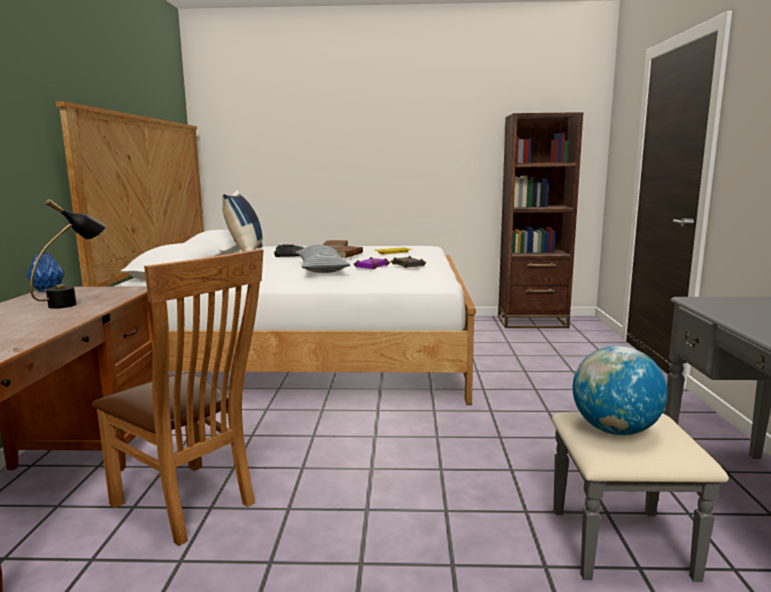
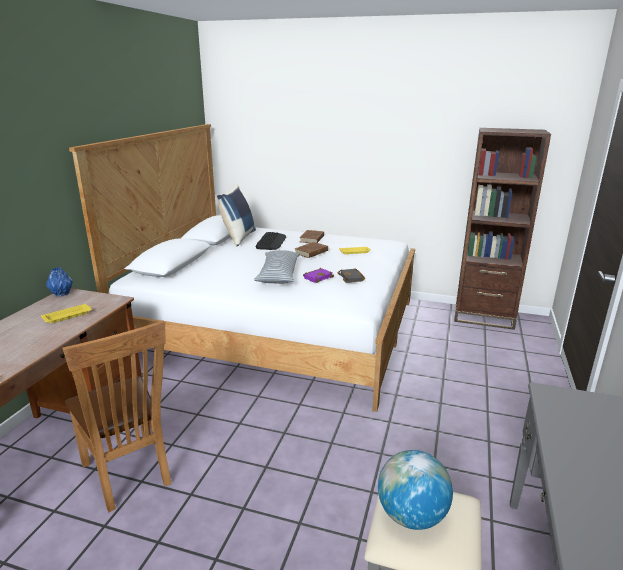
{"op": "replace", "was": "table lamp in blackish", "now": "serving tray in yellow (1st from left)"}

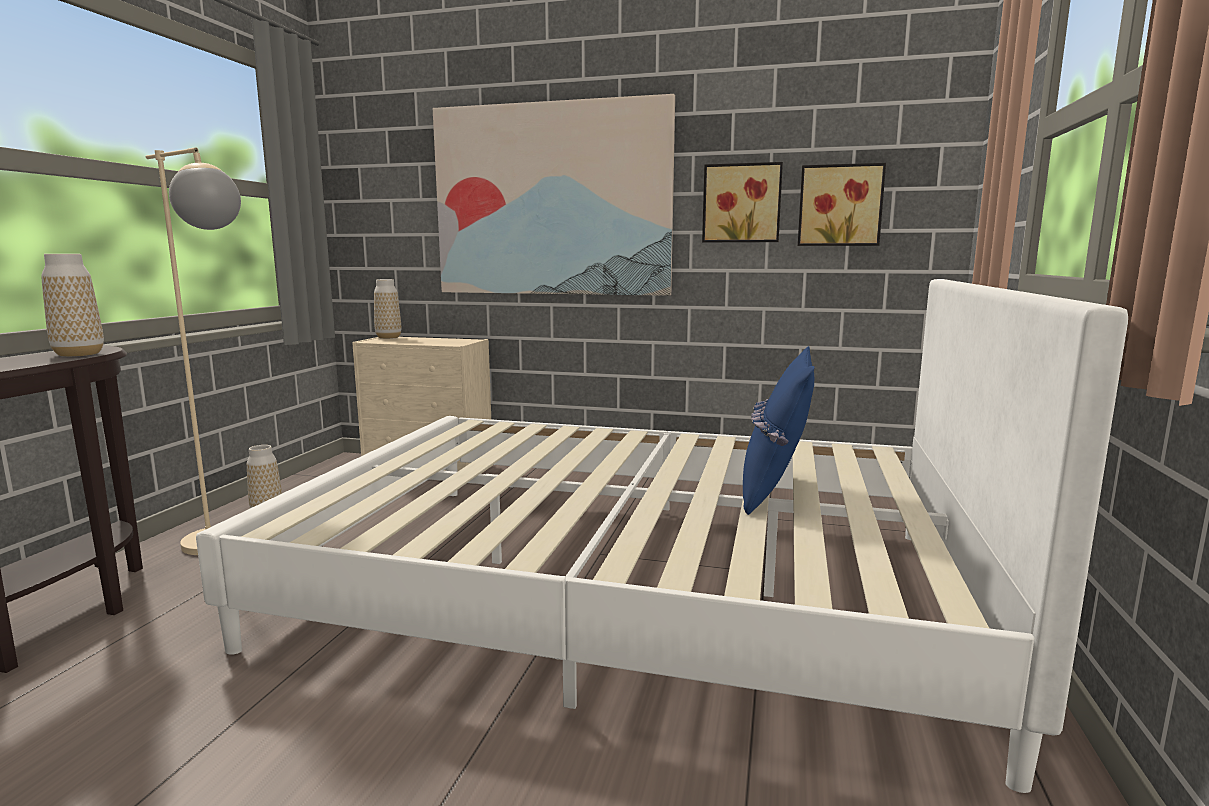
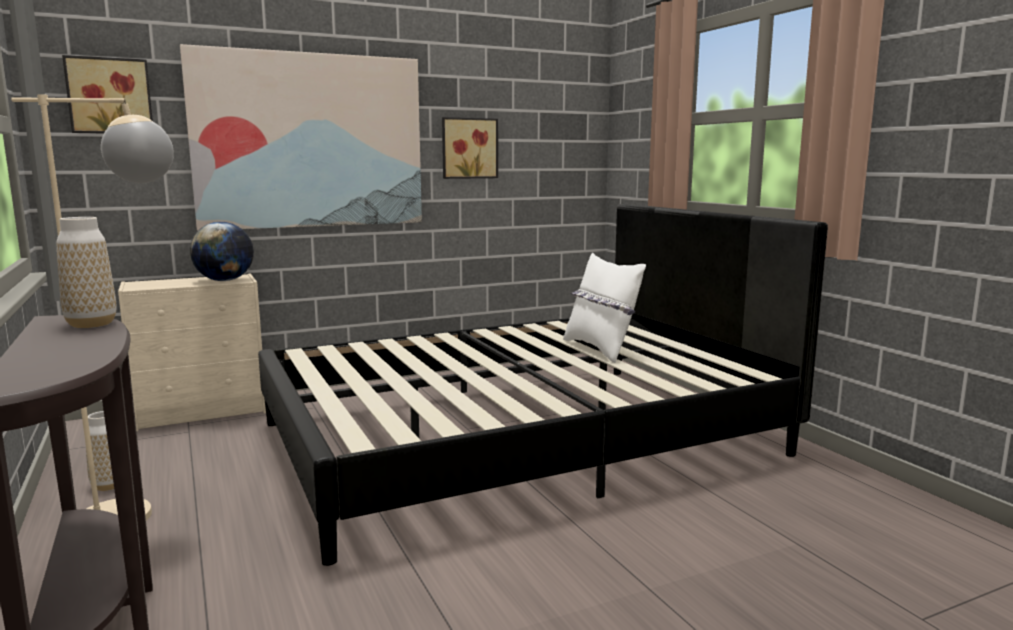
{"op": "move", "was": "wall picture (3rd from left in the first image)", "now": "wall picture (1st from left)"}
{"op": "insert", "now": "world globe"}
{"op": "recolor", "was": "bed in whitish", "now": "bed in blackish"}
{"op": "recolor", "was": "pillow in bluish", "now": "pillow in whitish"}
{"op": "delete", "was": "flower vase (3rd from left)"}

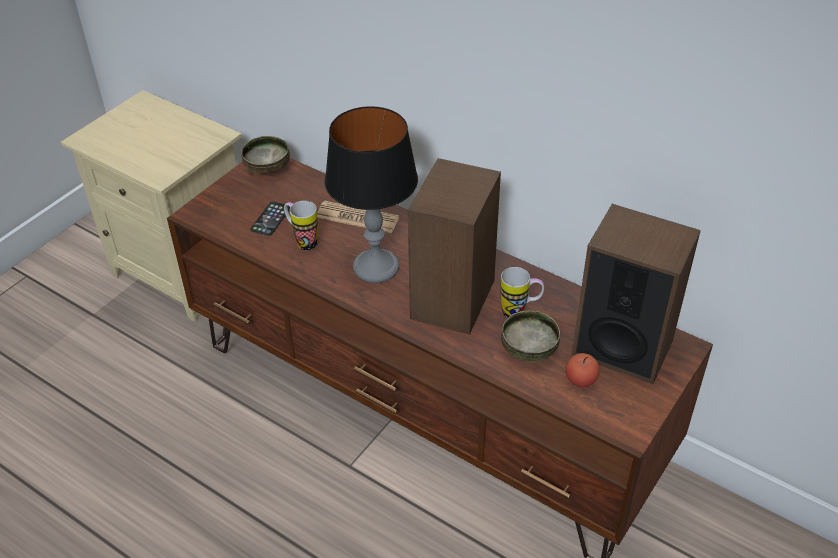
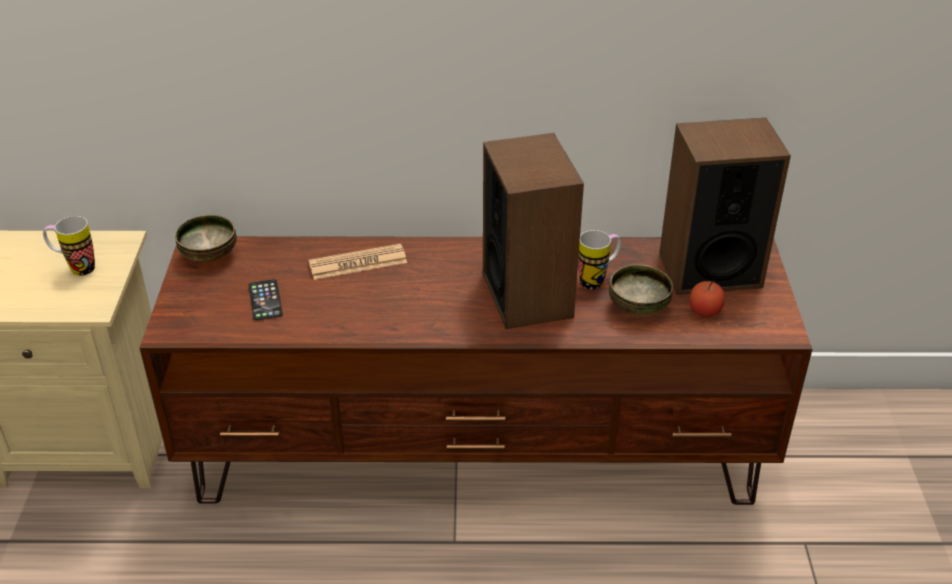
{"op": "move", "was": "mug (1st from left)"}
{"op": "delete", "was": "table lamp"}

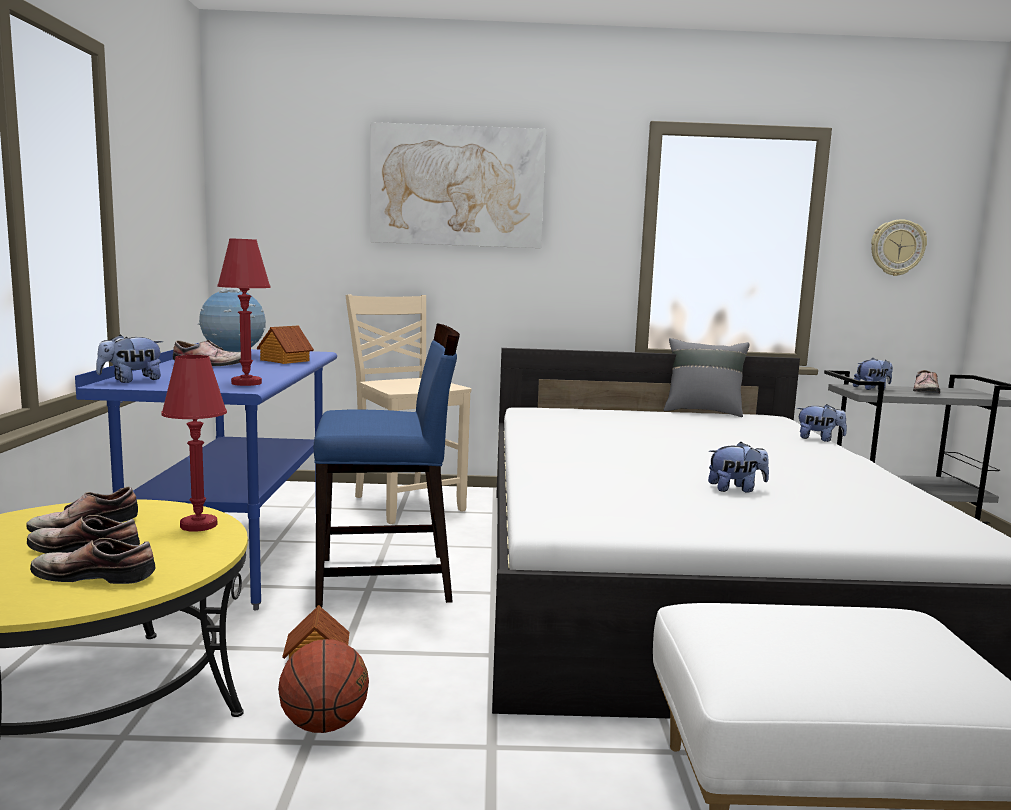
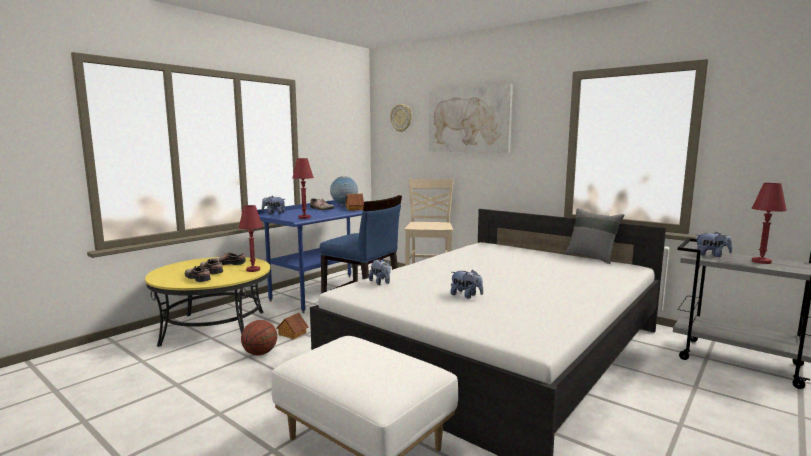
{"op": "move", "was": "cuddly toy (3rd from left in the first image)", "now": "cuddly toy (2nd from left)"}
{"op": "move", "was": "wall clock"}
{"op": "replace", "was": "item of footwear (5th from left)", "now": "table lamp in red-coloured (3rd from left)"}

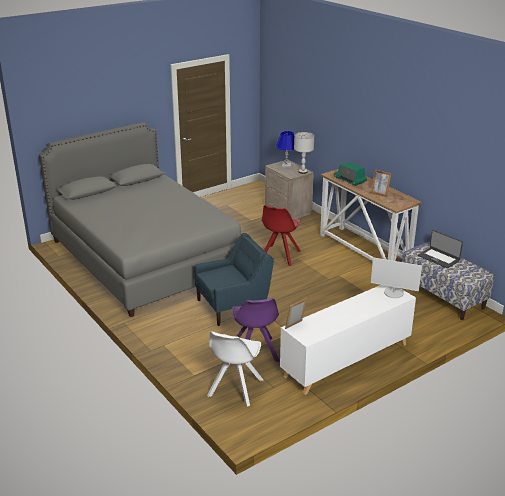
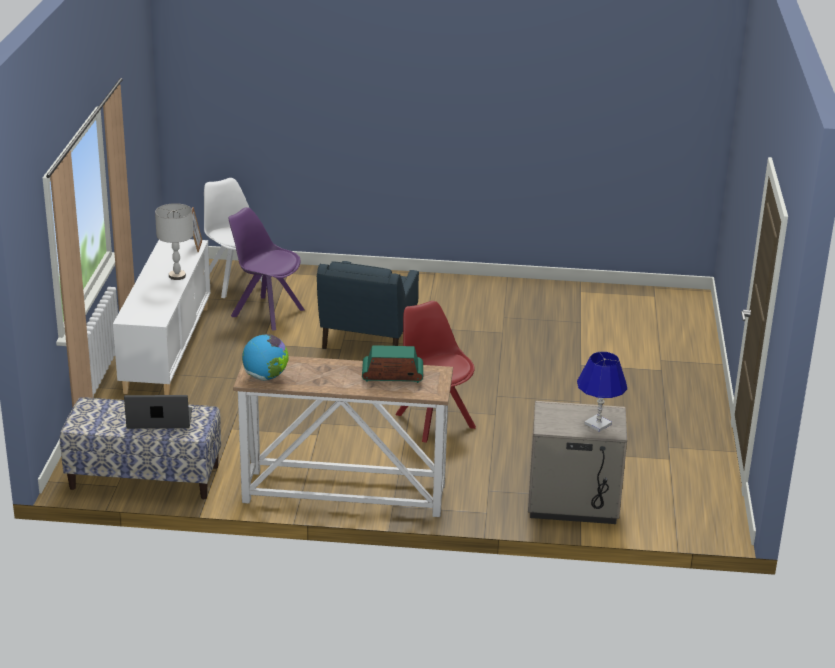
{"op": "move", "was": "table lamp in greyish"}
{"op": "insert", "now": "world globe"}
{"op": "delete", "was": "bed in greyish"}
{"op": "delete", "was": "photo frame (2nd from left)"}
{"op": "delete", "was": "monitor"}

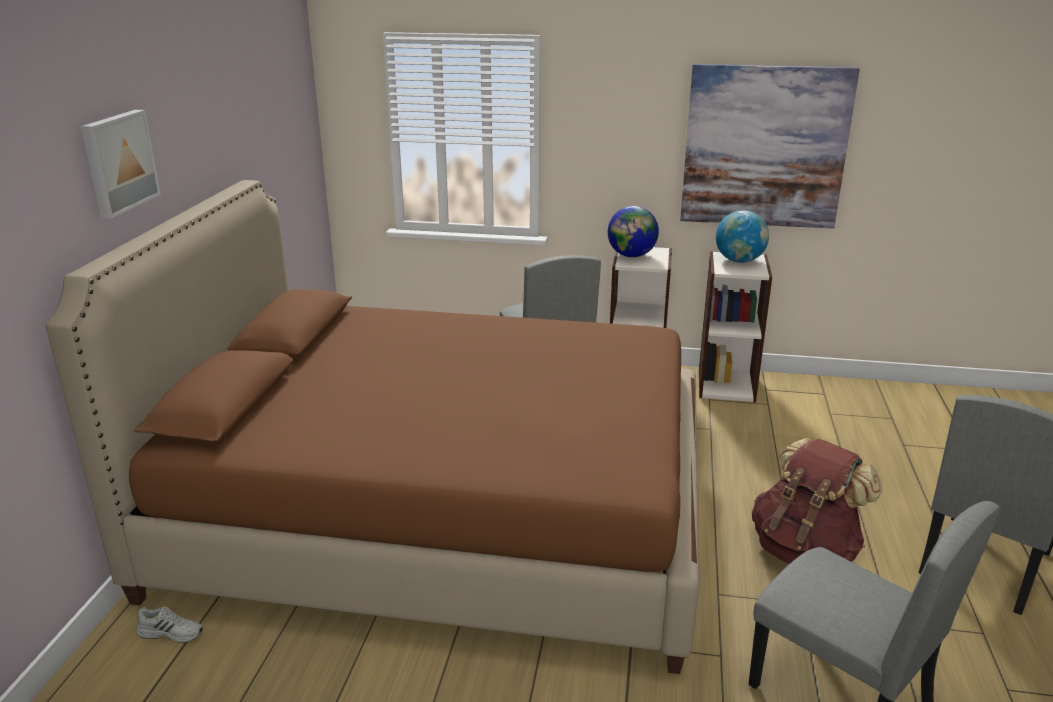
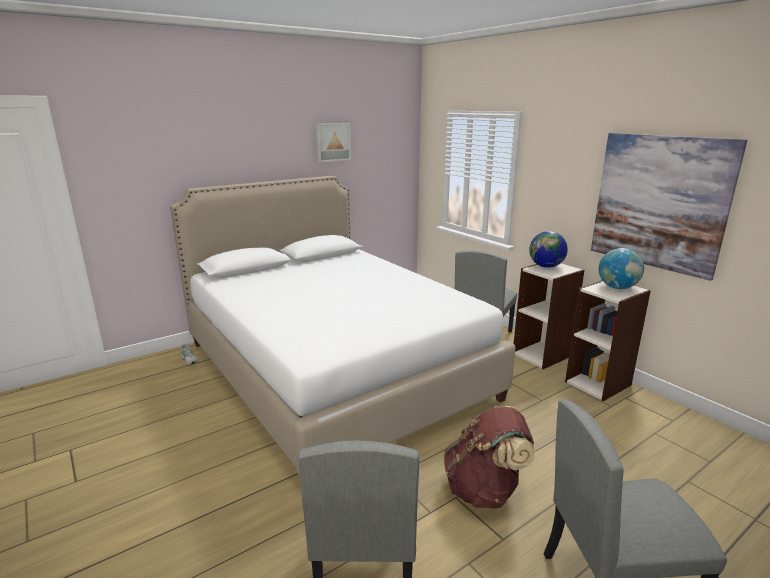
{"op": "recolor", "was": "bed in brown", "now": "bed in whitish"}
{"op": "move", "was": "wall picture (1st from left)"}

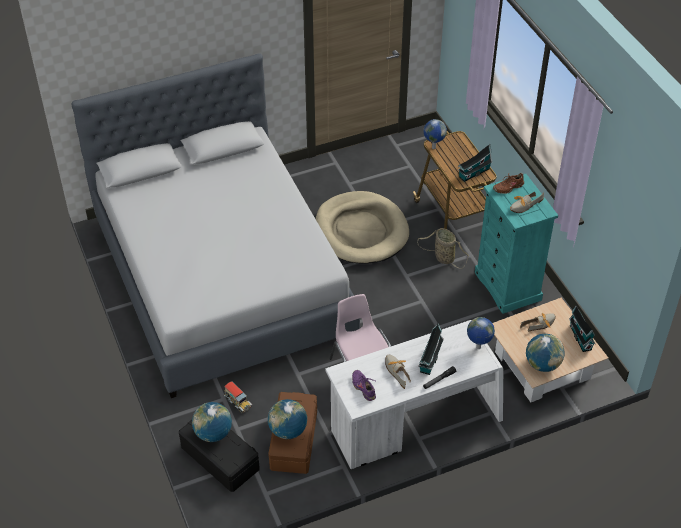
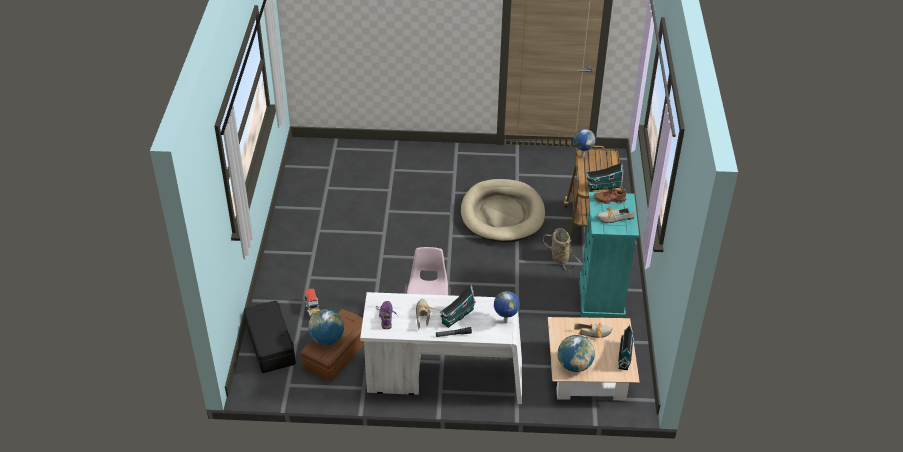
{"op": "delete", "was": "bed in greyish"}
{"op": "delete", "was": "world globe (1st from left)"}

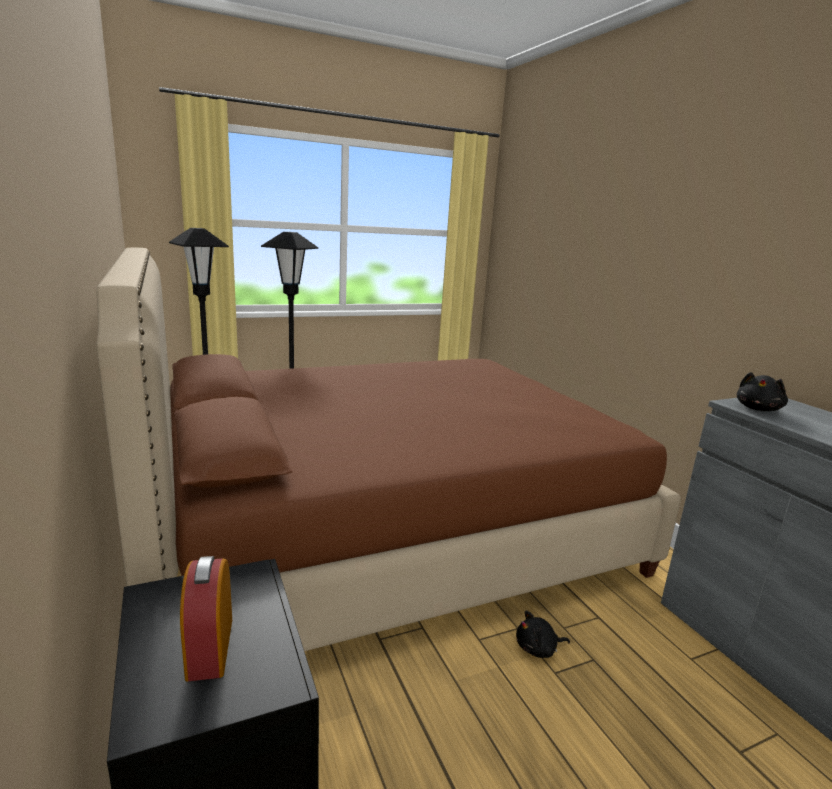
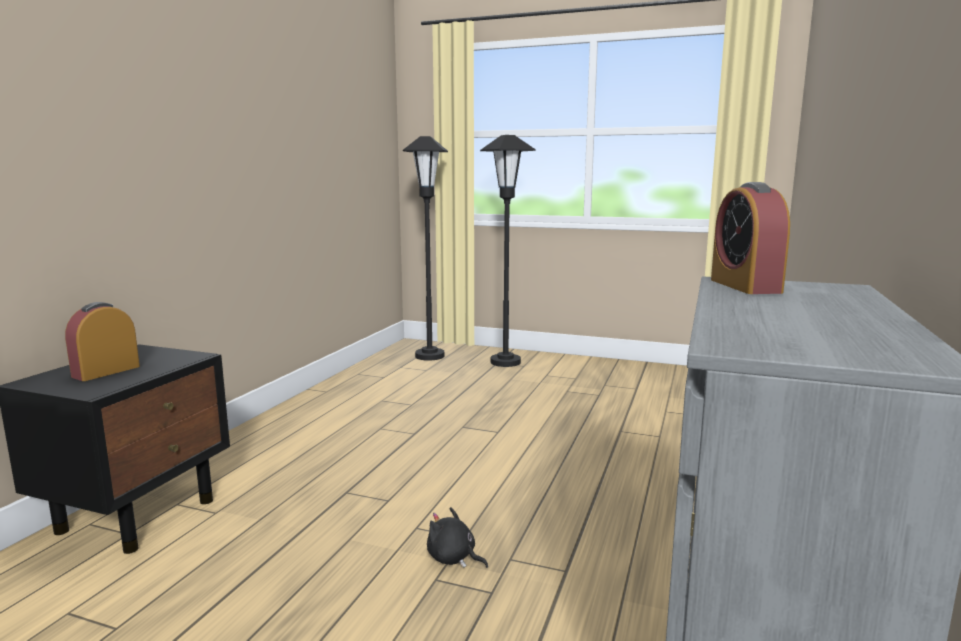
{"op": "replace", "was": "cuddly toy in blackish (2nd from left)", "now": "alarm clock (2nd from left)"}
{"op": "delete", "was": "bed in brown"}

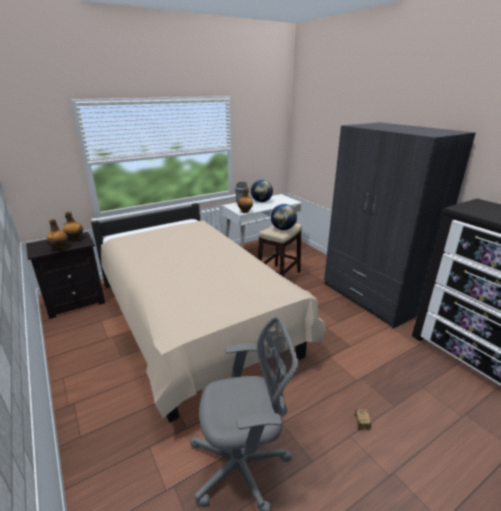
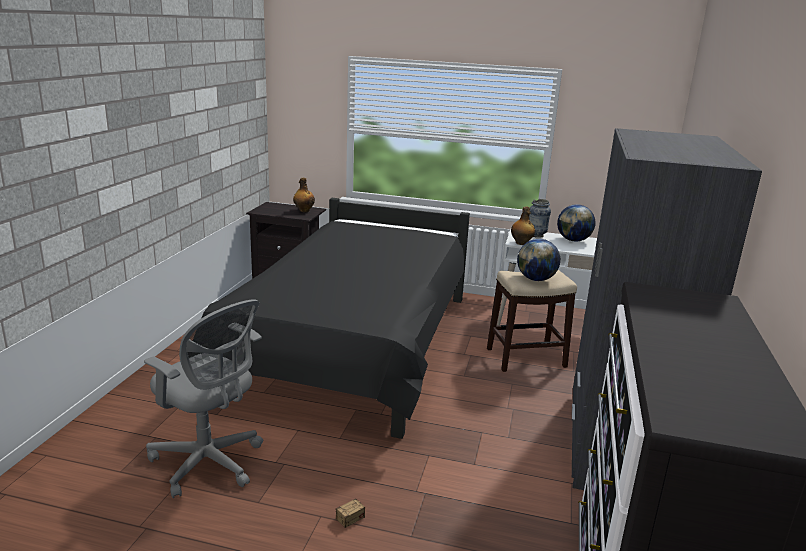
{"op": "recolor", "was": "bed in beige", "now": "bed in blackish"}
{"op": "delete", "was": "beverage bottle (1st from left)"}

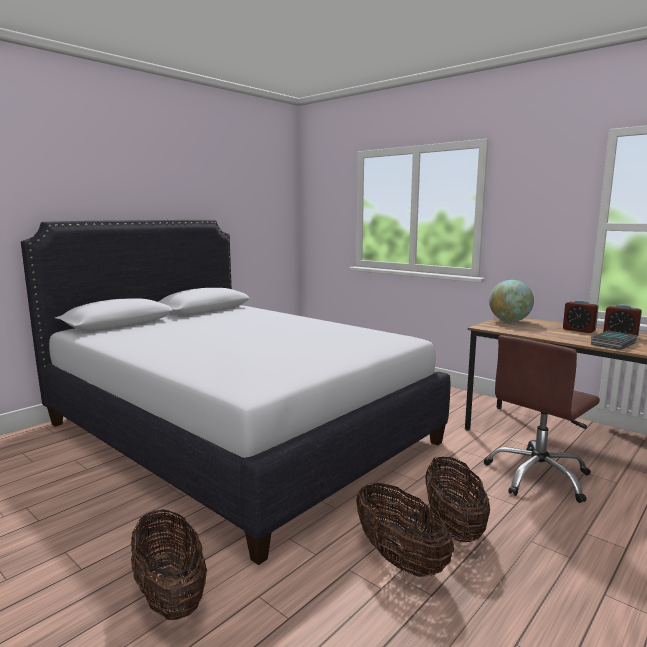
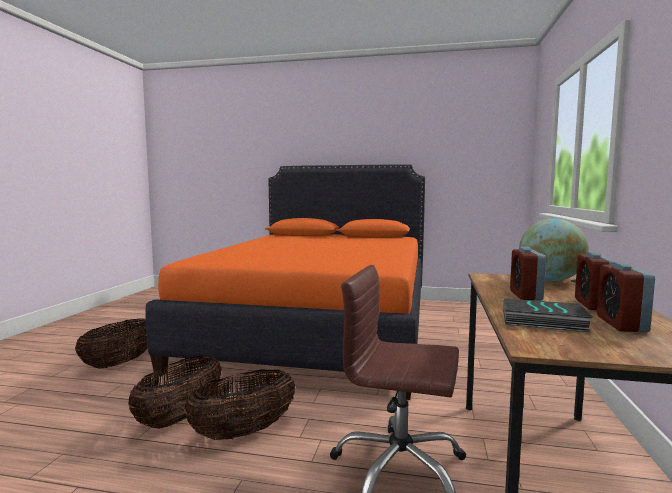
{"op": "recolor", "was": "bed in whitish", "now": "bed in orangey"}
{"op": "insert", "now": "alarm clock (1st from left)"}

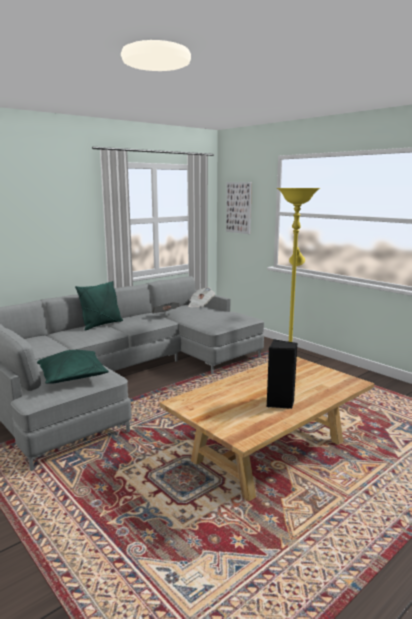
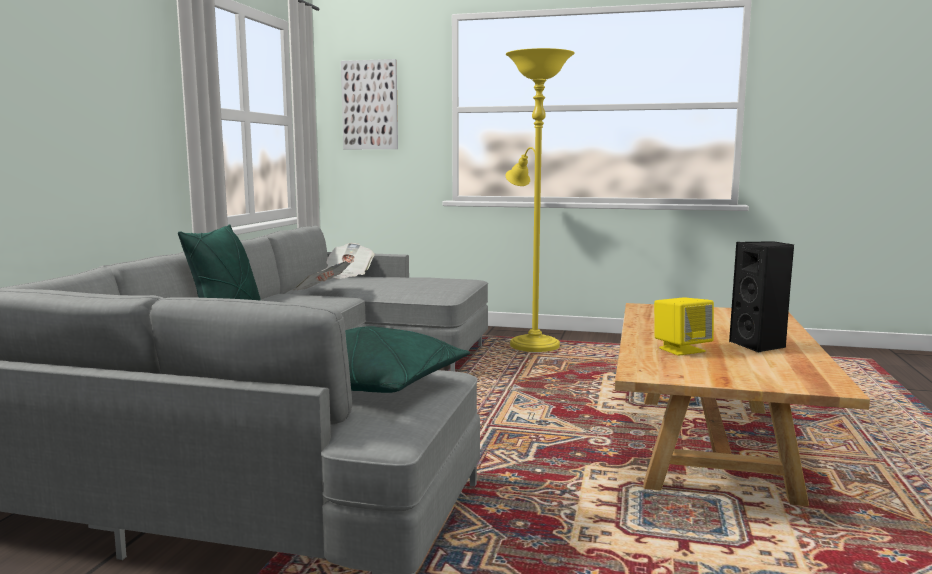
{"op": "insert", "now": "audio speaker in yellow"}

